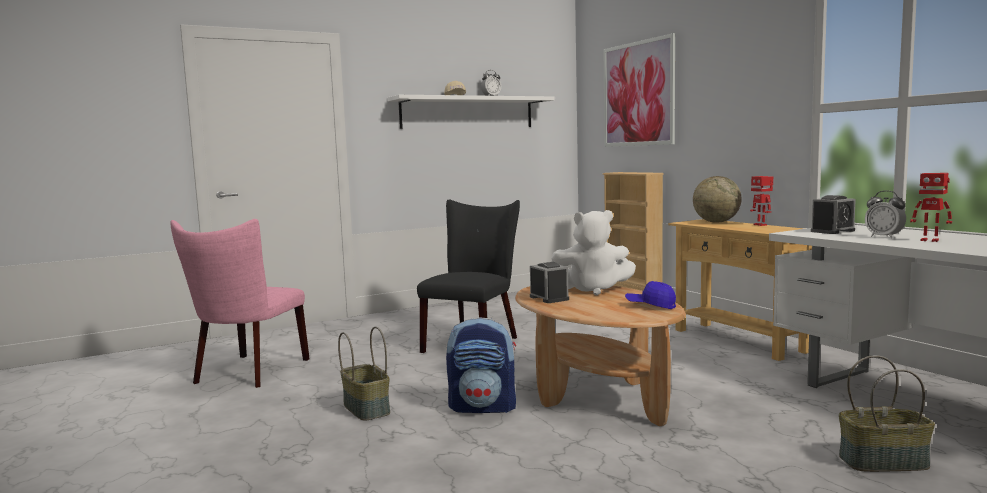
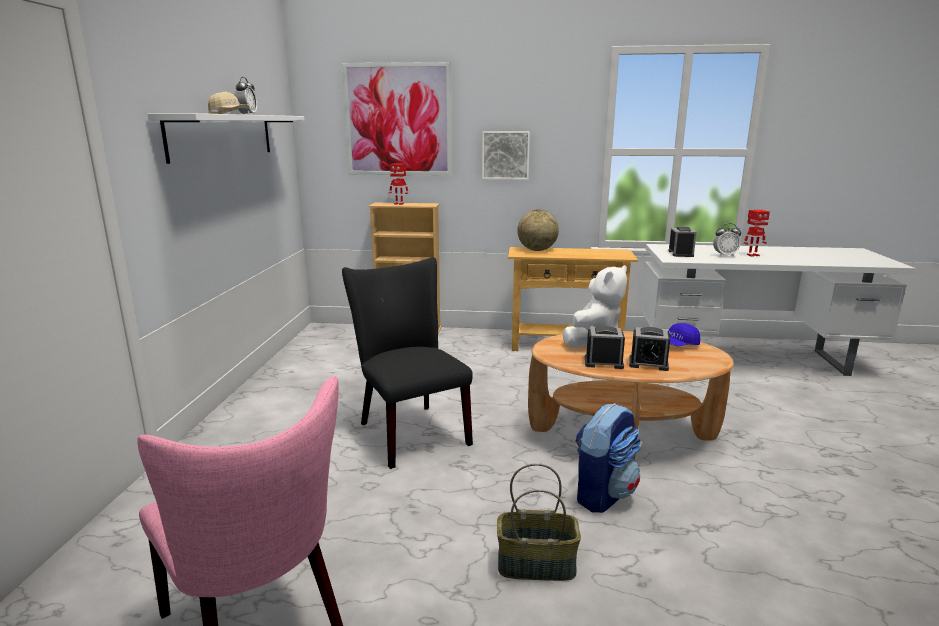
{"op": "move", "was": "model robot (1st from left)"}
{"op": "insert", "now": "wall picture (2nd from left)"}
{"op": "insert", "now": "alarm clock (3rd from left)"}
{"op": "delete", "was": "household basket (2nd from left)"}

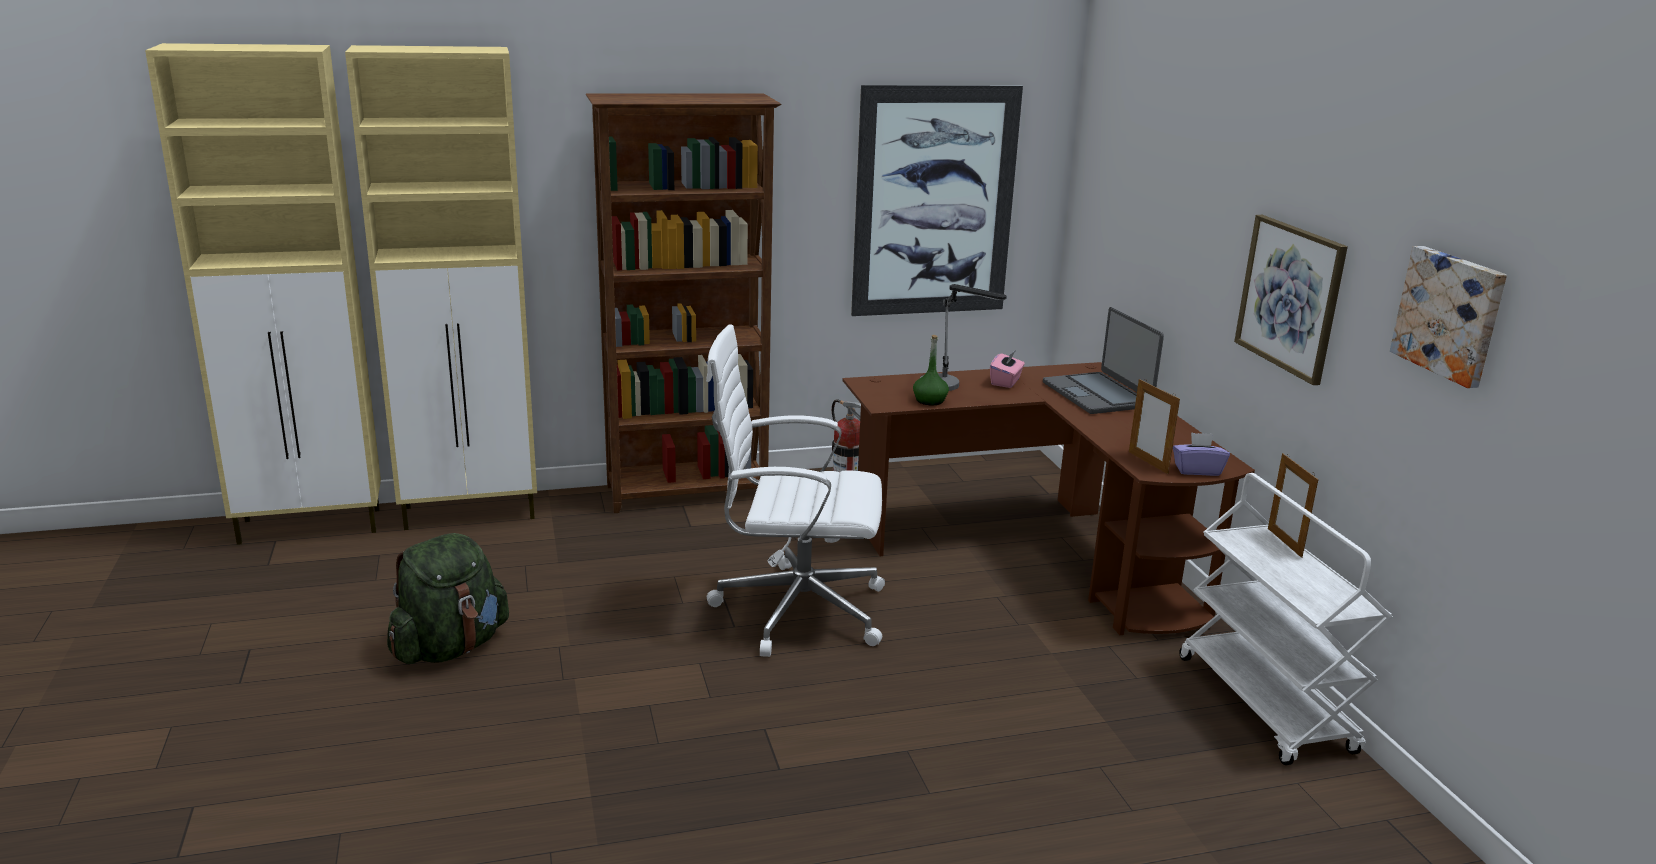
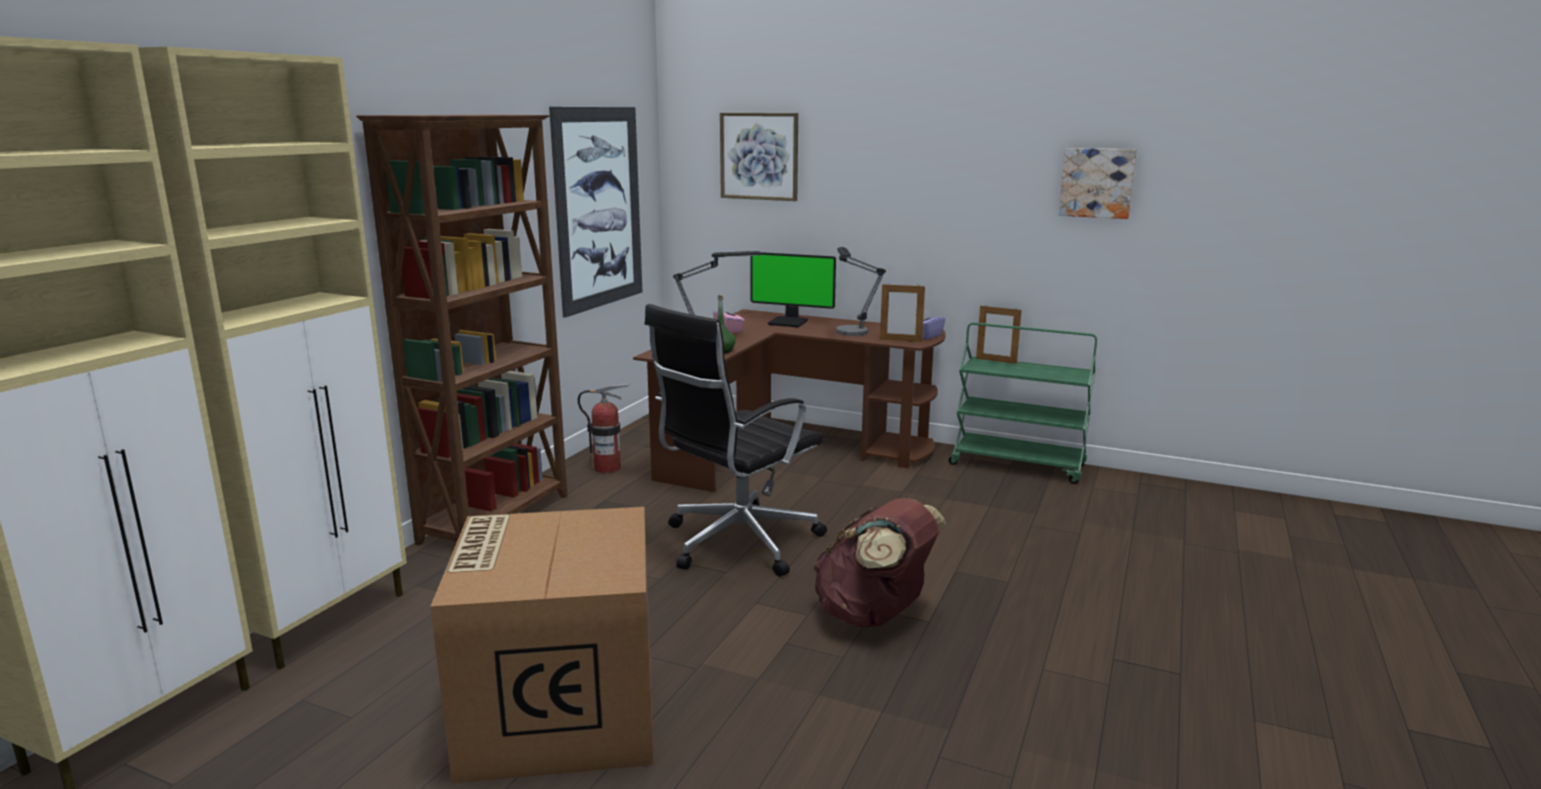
{"op": "replace", "was": "knapsack in green-coloured", "now": "packing box"}
{"op": "recolor", "was": "computer chair in whitish", "now": "computer chair in blackish"}
{"op": "move", "was": "wall picture (2nd from left)"}
{"op": "replace", "was": "portable computer", "now": "monitor"}
{"op": "insert", "now": "knapsack in brown"}
{"op": "insert", "now": "table lamp (2nd from left)"}
{"op": "recolor", "was": "trolley in whitish", "now": "trolley in green-coloured"}

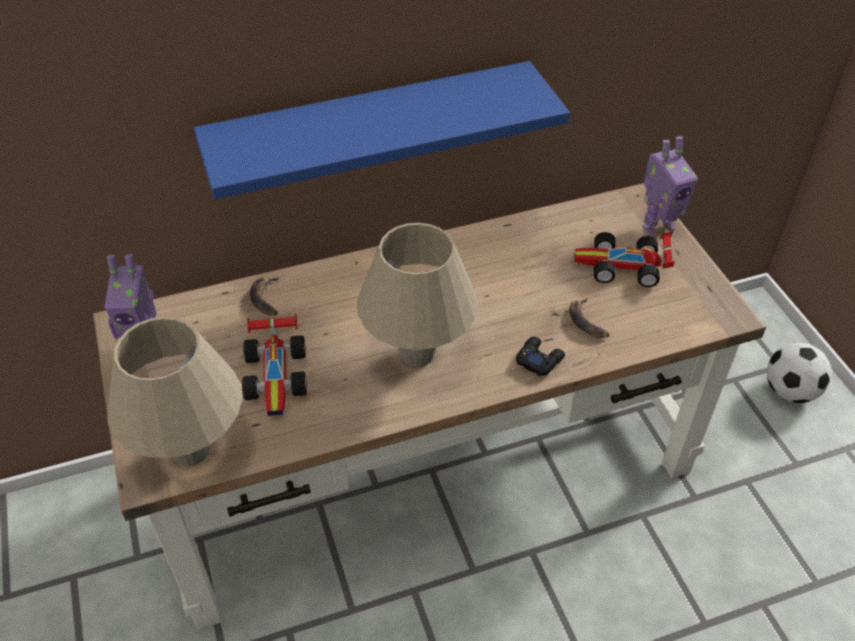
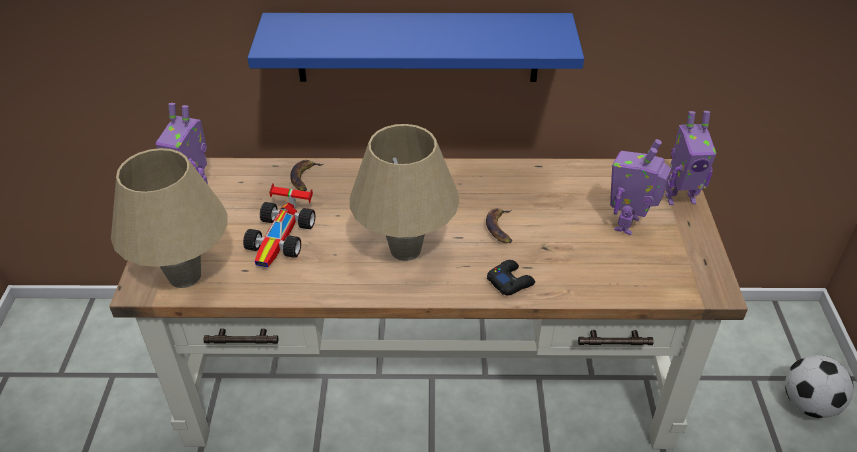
{"op": "move", "was": "banana fruit (2nd from left)"}
{"op": "replace", "was": "model car (2nd from left)", "now": "model robot (2nd from left)"}

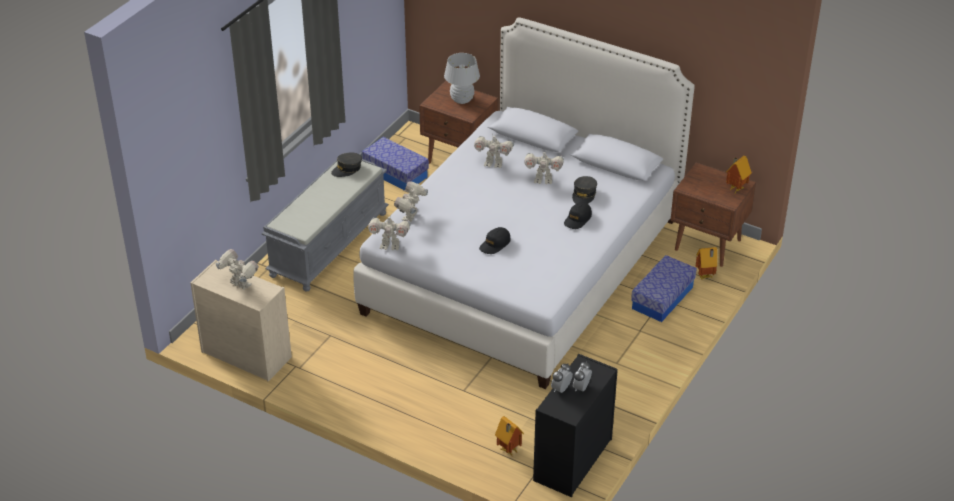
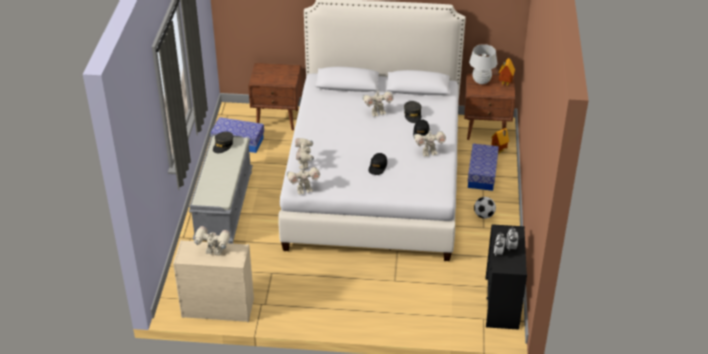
{"op": "move", "was": "model robot (4th from left in the first image)", "now": "model robot (5th from left)"}
{"op": "move", "was": "table lamp in whitish"}
{"op": "insert", "now": "ball for football"}
{"op": "delete", "was": "model house (1st from left)"}

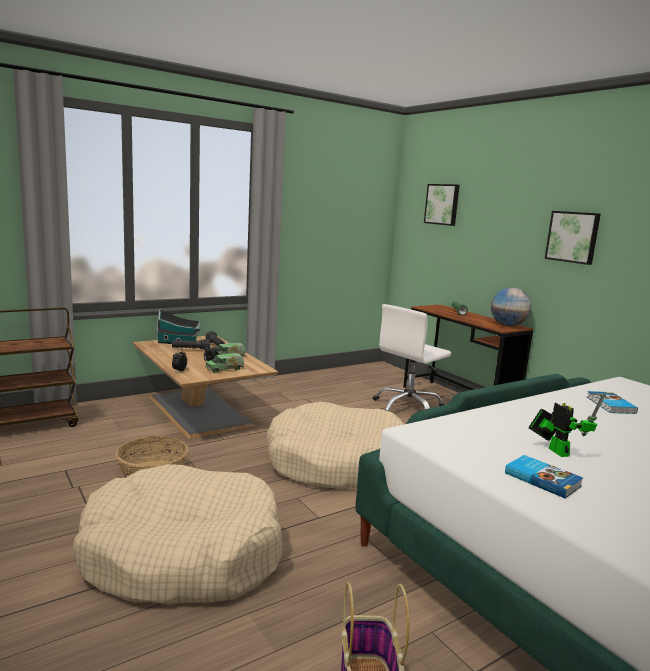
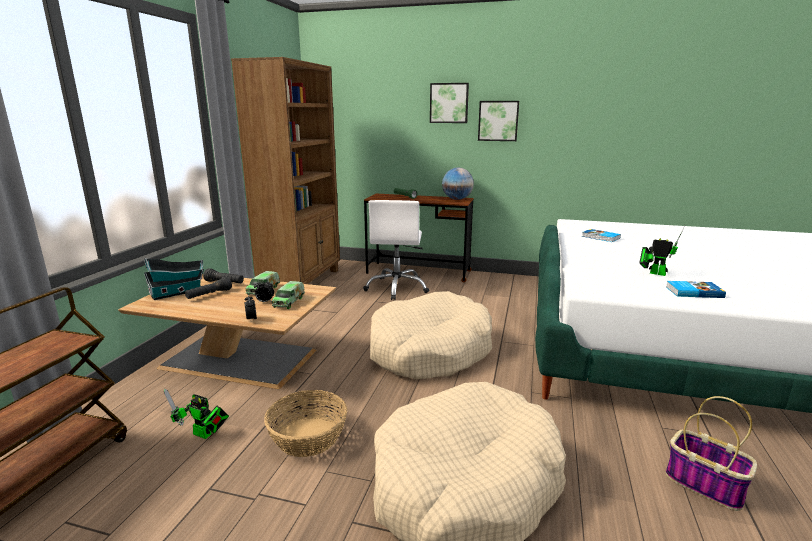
{"op": "insert", "now": "model robot (1st from left)"}
{"op": "insert", "now": "bookshelf in brown"}
{"op": "move", "was": "wall picture (1st from left)"}

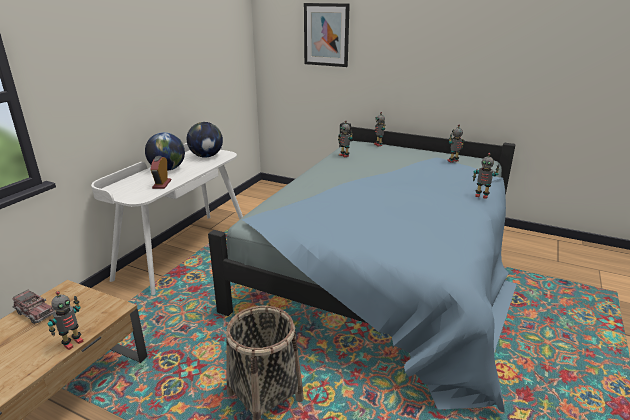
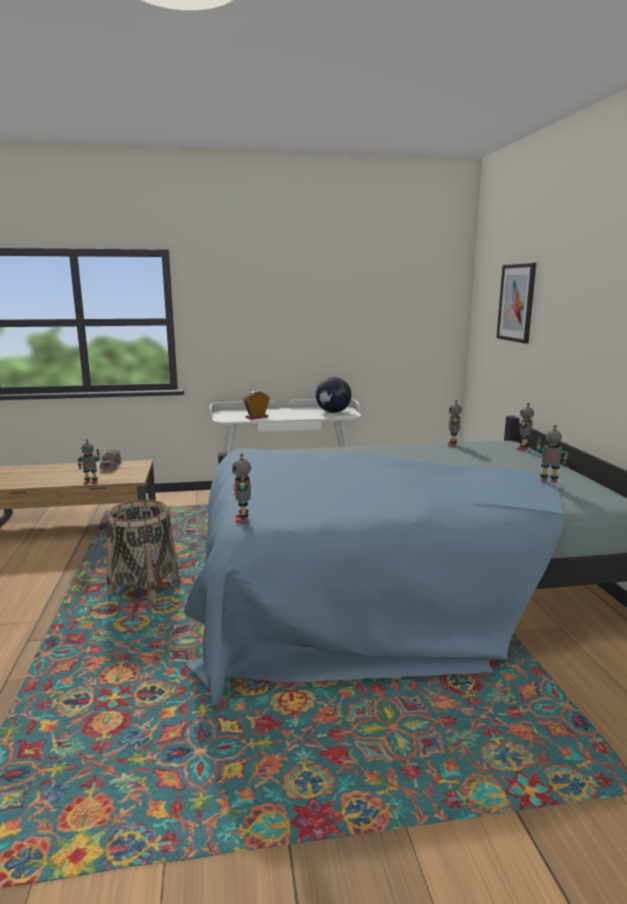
{"op": "move", "was": "model robot (5th from left in the first image)", "now": "model robot (2nd from left)"}
{"op": "delete", "was": "world globe (1st from left)"}

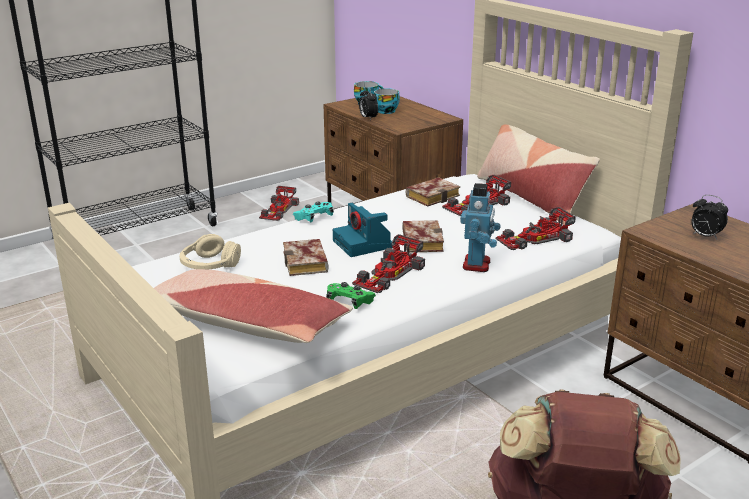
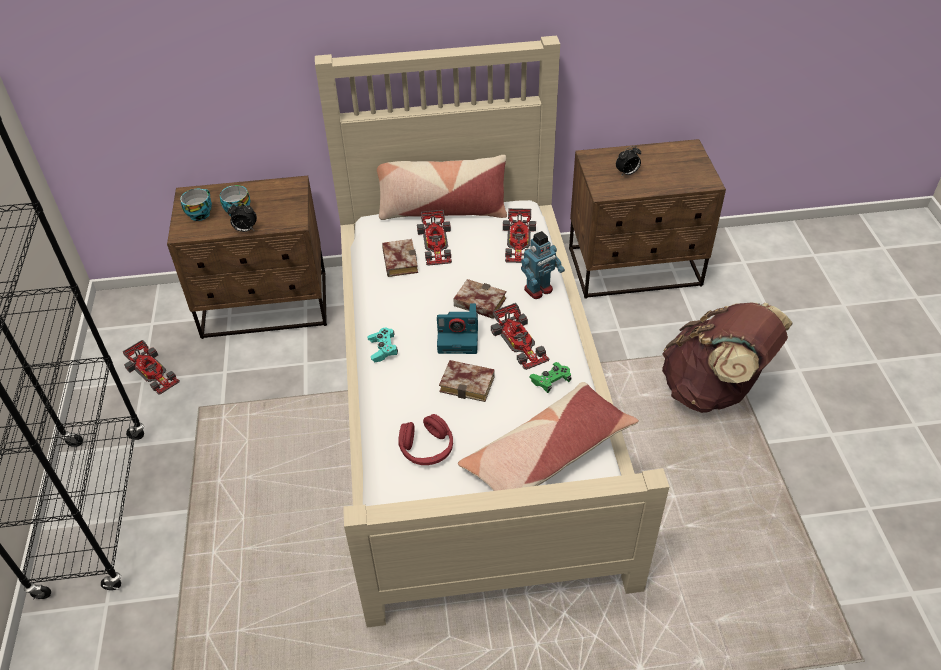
{"op": "recolor", "was": "headset in beige", "now": "headset in red-coloured"}
{"op": "rotate", "was": "model robot", "clockwise": 105}

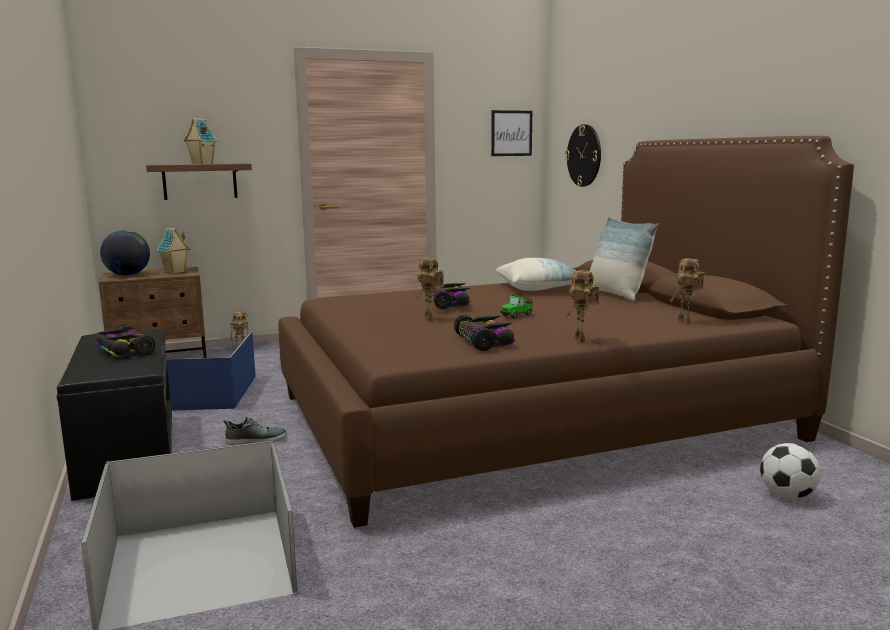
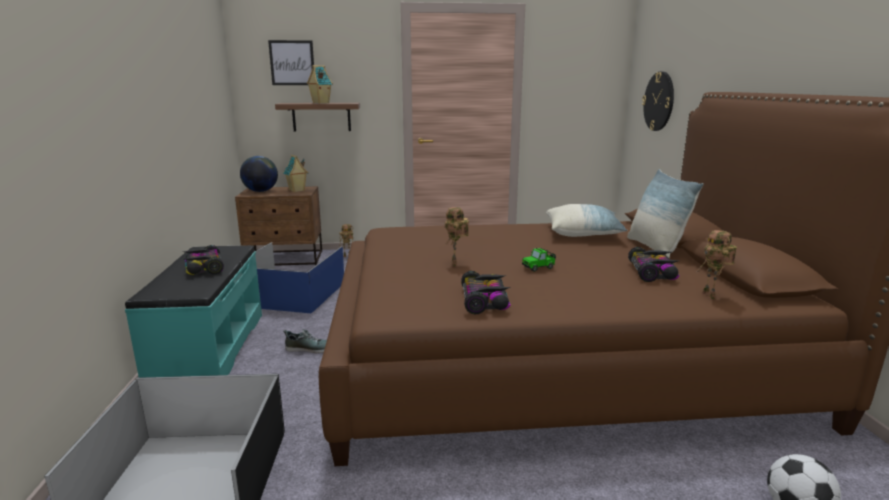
{"op": "recolor", "was": "bench in blackish", "now": "bench in turquoise"}
{"op": "move", "was": "wall picture"}
{"op": "move", "was": "model car (2nd from left in the first image)", "now": "model car (4th from left)"}
{"op": "delete", "was": "model robot (3rd from left)"}

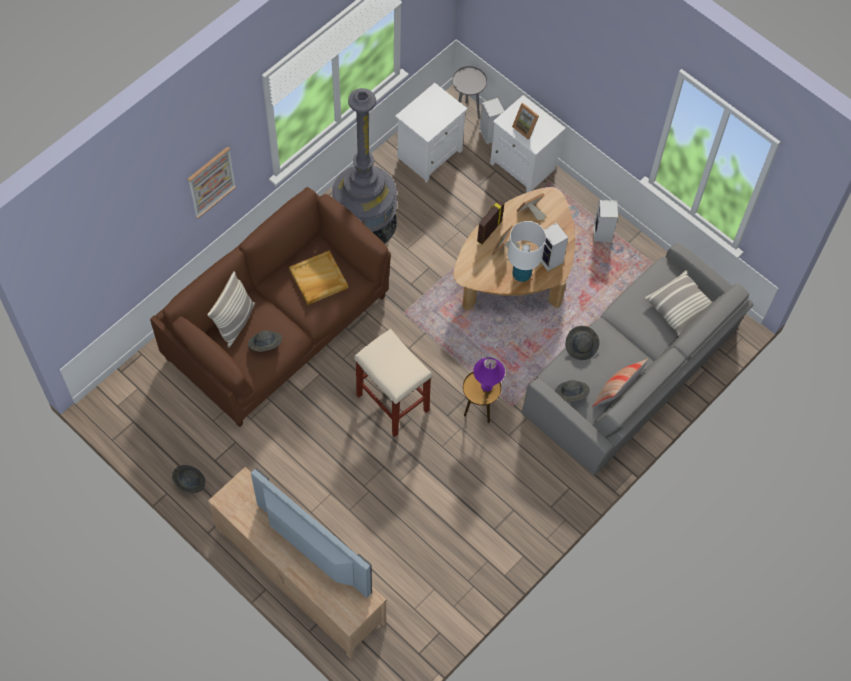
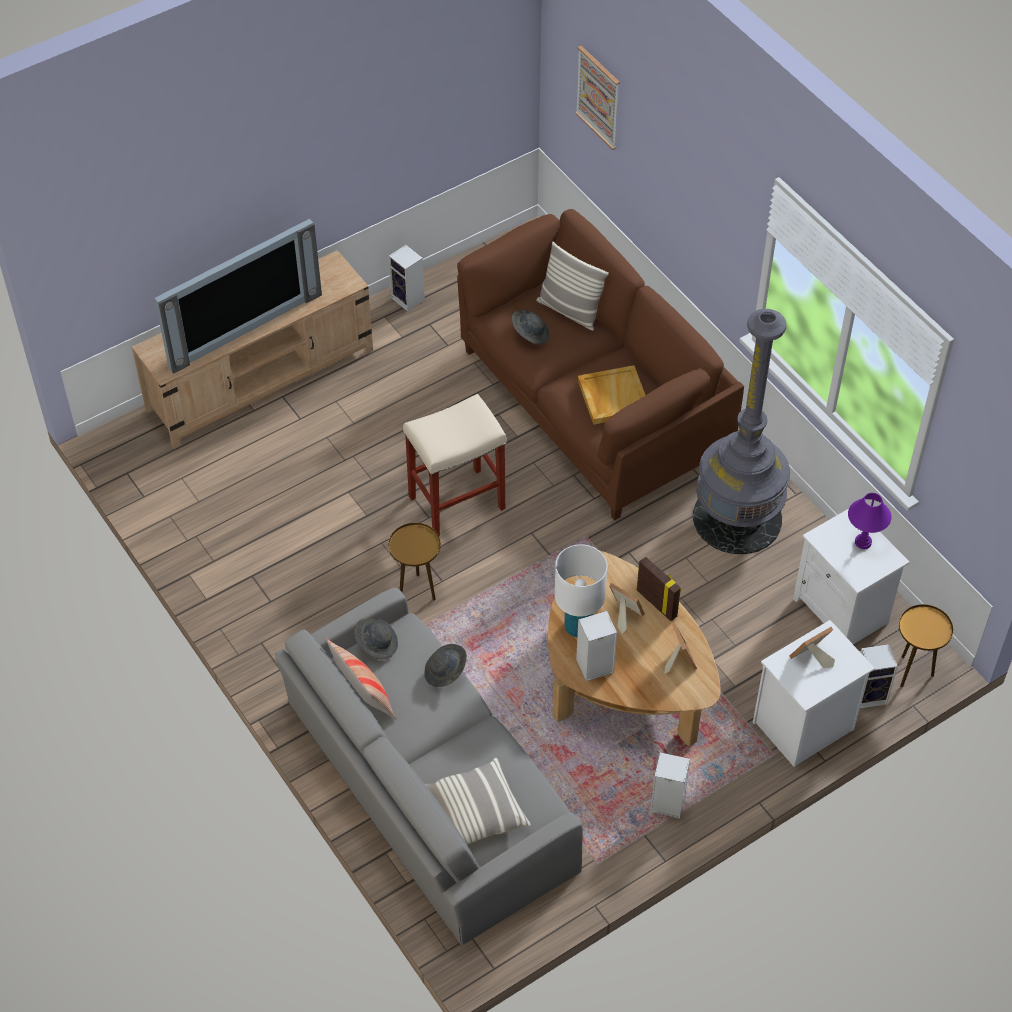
{"op": "replace", "was": "clothing hat in greyish (1st from left)", "now": "audio speaker (1st from left)"}
{"op": "move", "was": "wall picture"}
{"op": "move", "was": "table lamp in purple"}
{"op": "recolor", "was": "side table in greyish", "now": "side table in brown (2nd from left)"}

